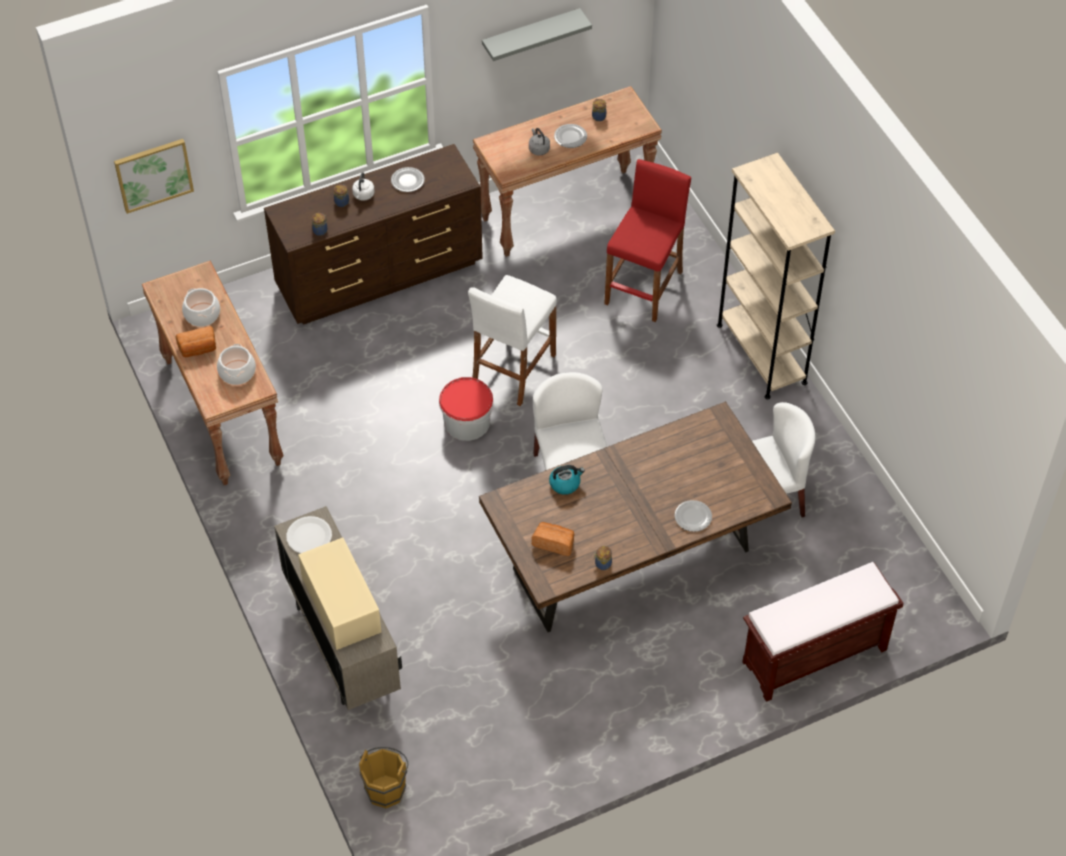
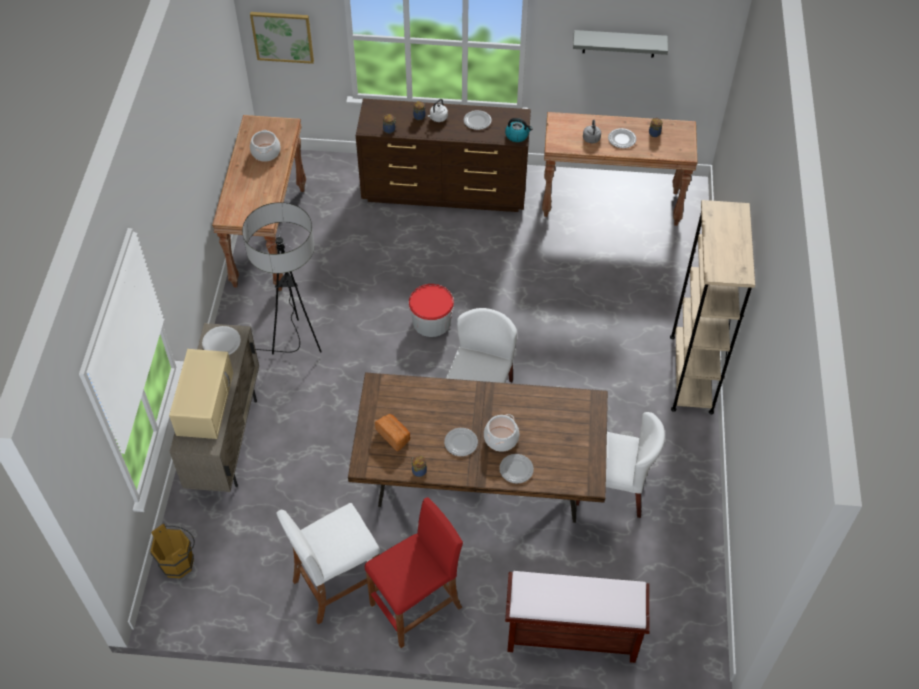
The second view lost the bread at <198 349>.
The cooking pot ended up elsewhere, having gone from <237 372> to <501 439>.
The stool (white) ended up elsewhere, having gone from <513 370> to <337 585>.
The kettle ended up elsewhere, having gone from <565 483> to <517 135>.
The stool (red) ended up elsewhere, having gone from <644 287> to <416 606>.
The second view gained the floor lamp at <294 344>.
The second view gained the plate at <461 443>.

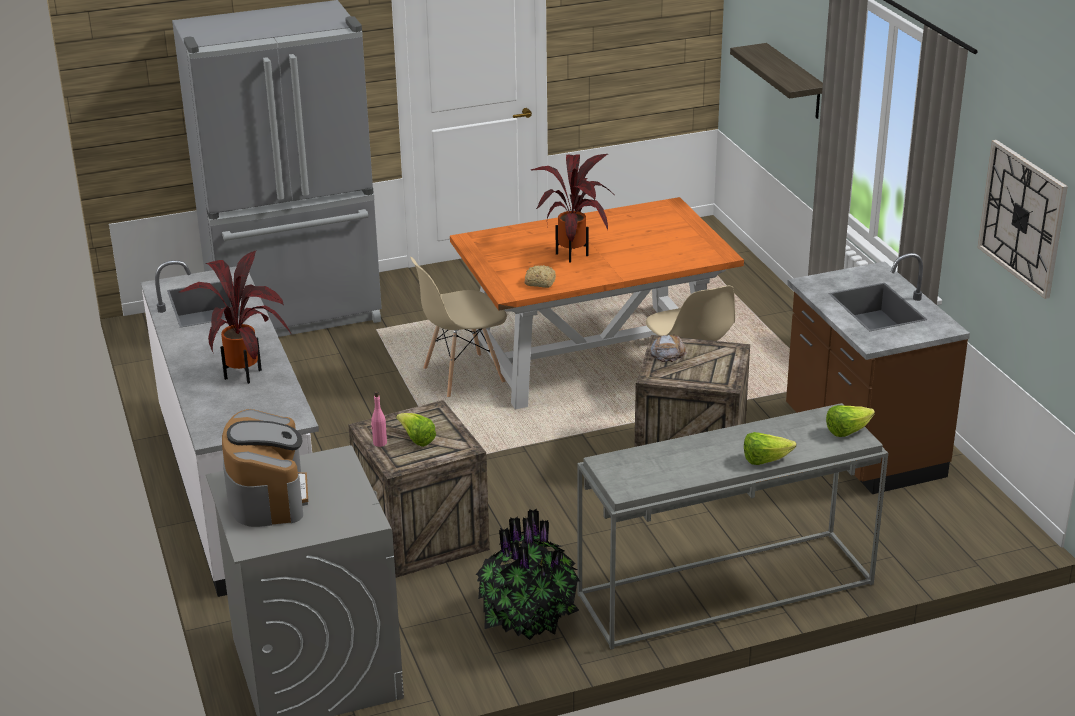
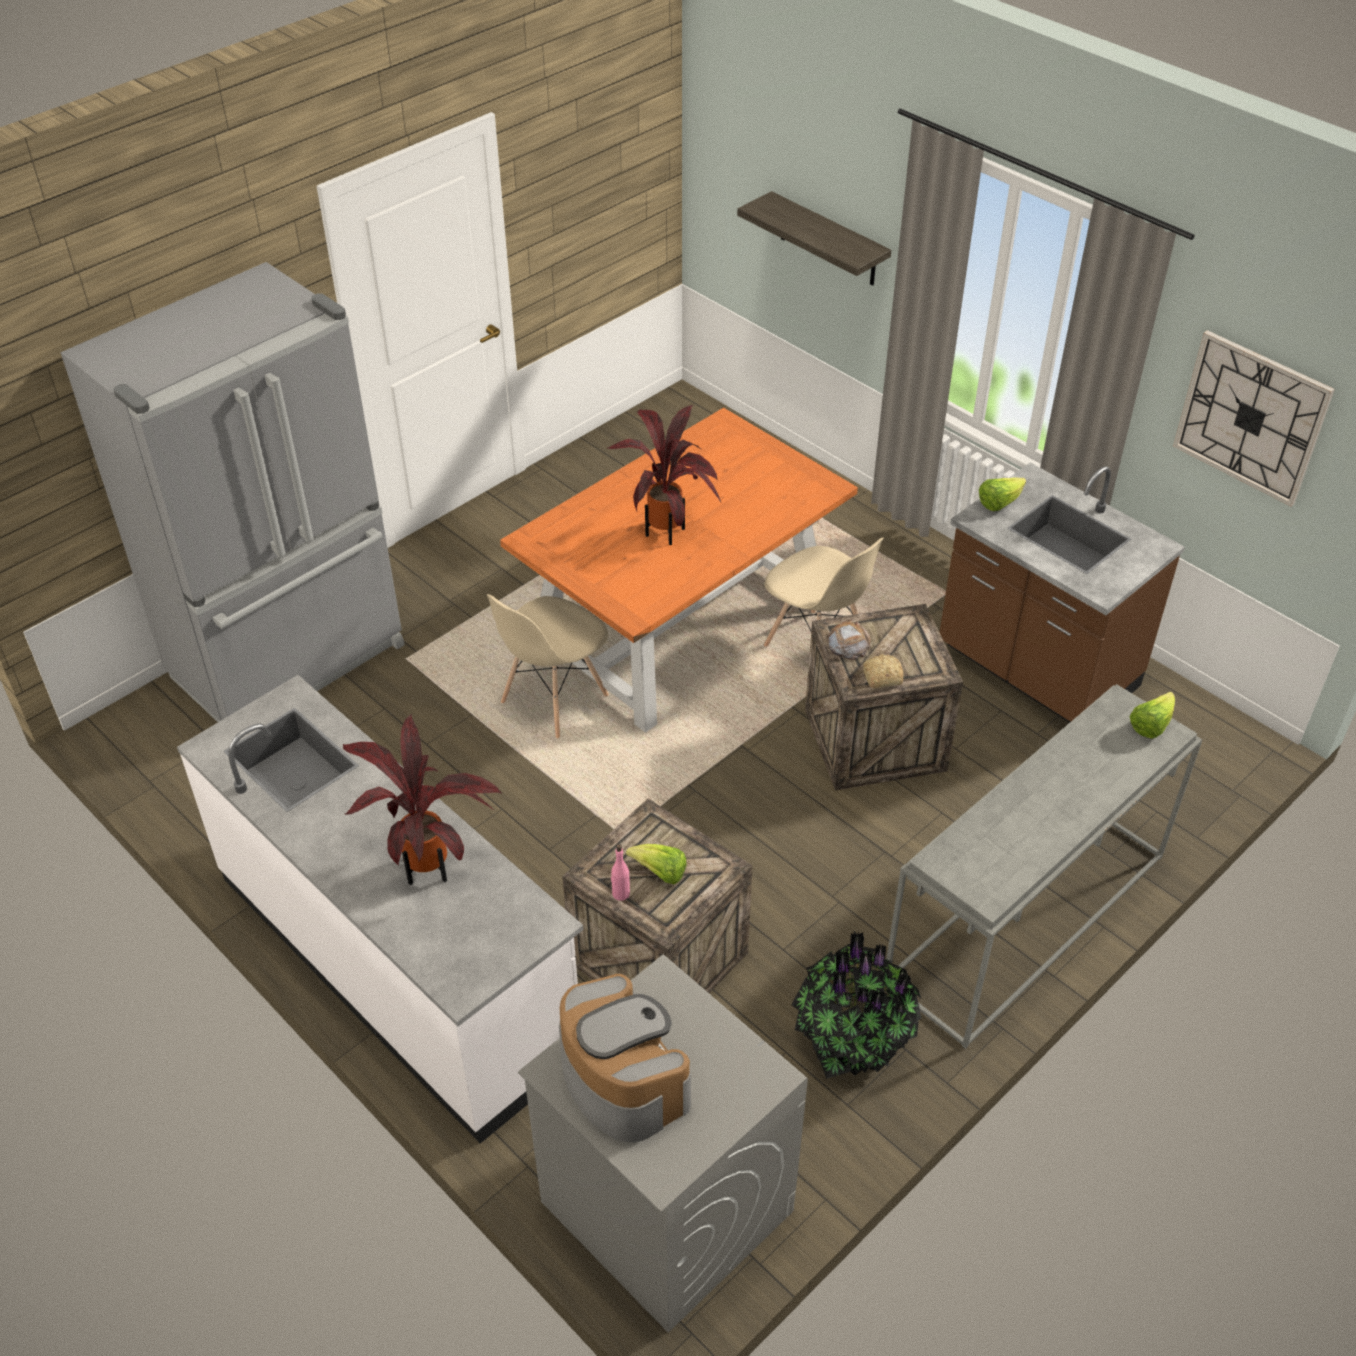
The bread ended up elsewhere, having gone from <539 282> to <881 677>.
The lettuce ended up elsewhere, having gone from <765 460> to <999 503>.

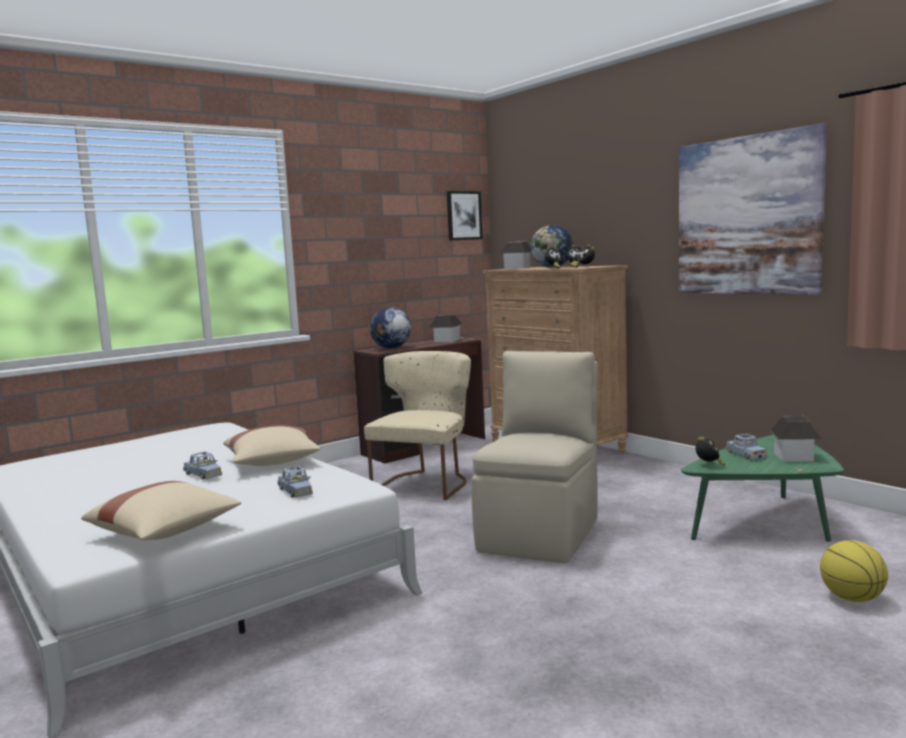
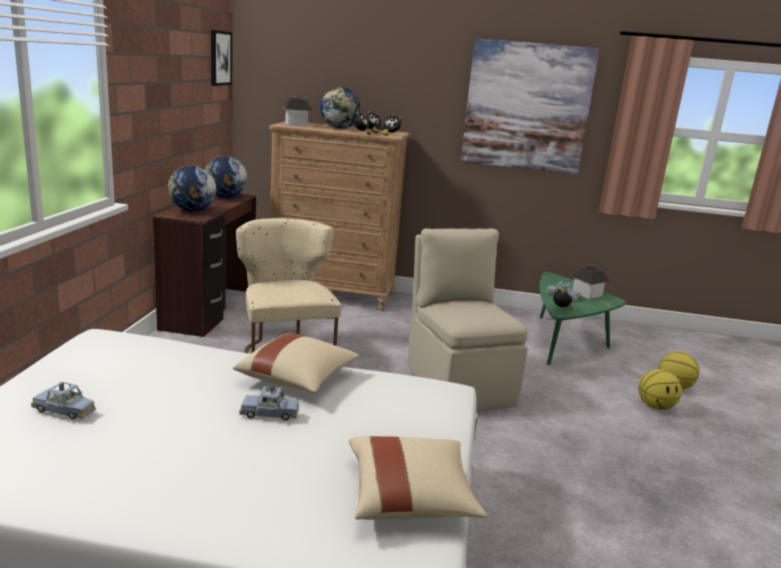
The toy car (blue) ended up elsewhere, having gone from <296 491> to <64 410>.
Where the toy house stood at <446 340>, the globe came to stand at <225 197>.
The second view gained the basketball at <655 407>.

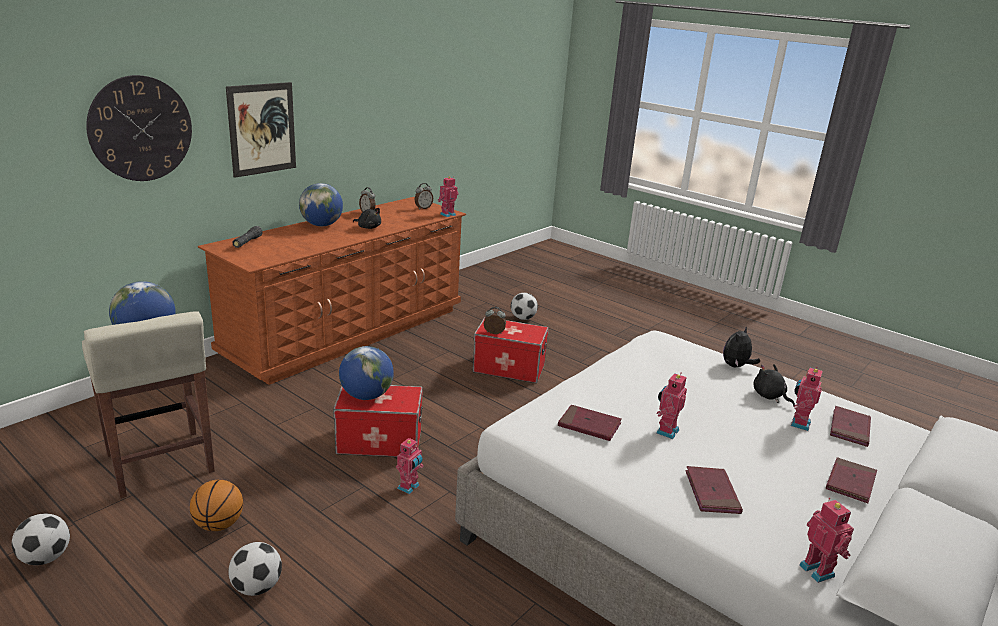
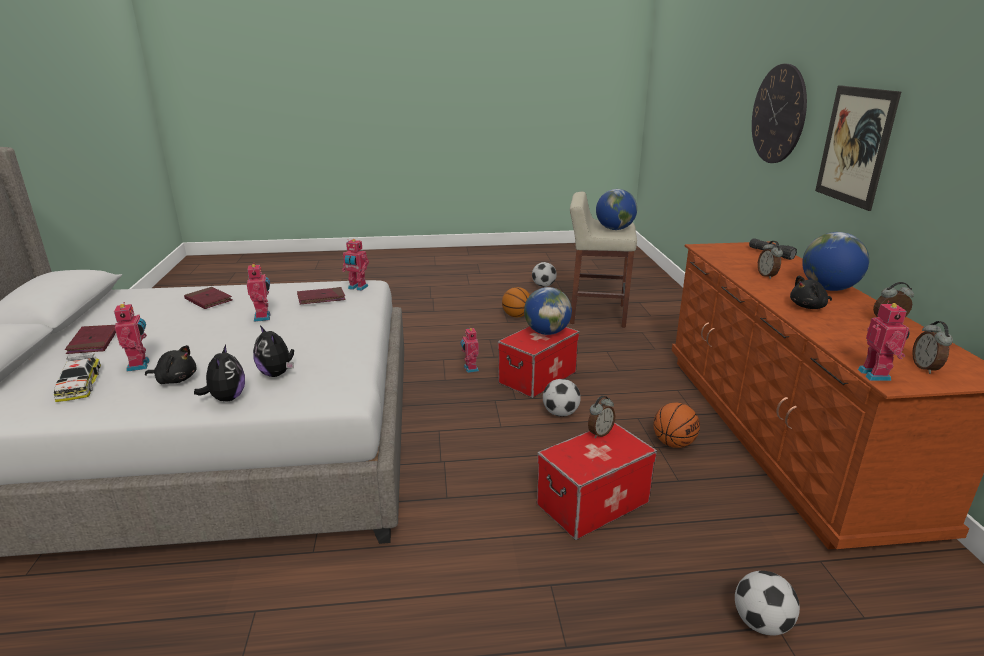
The football ended up elsewhere, having gone from <257 587> to <560 413>.
The toy robot ended up elsewhere, having gone from <818 570> to <357 288>.
Where the book (red) stood at <849 428>, the toy car came to stand at <79 385>.
The second view gained the plush toy at <277 374>.
The second view gained the basketball at <673 443>.
The second view gained the alarm clock at <767 276>.

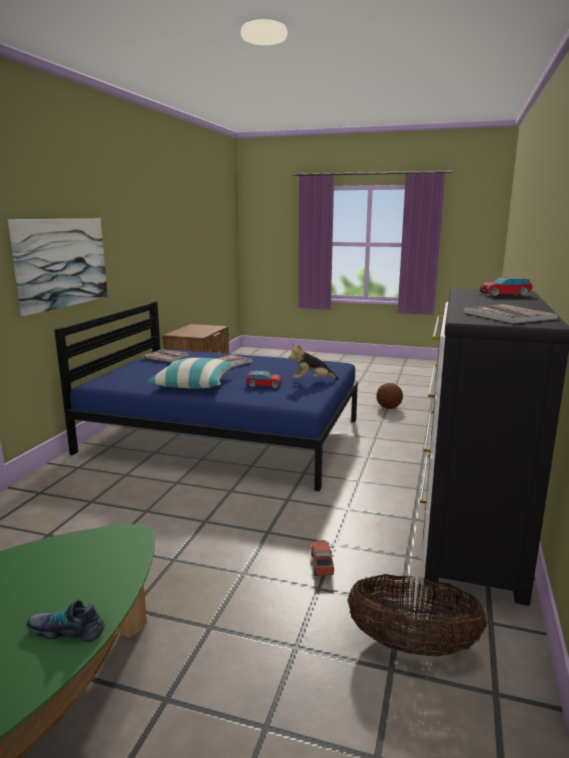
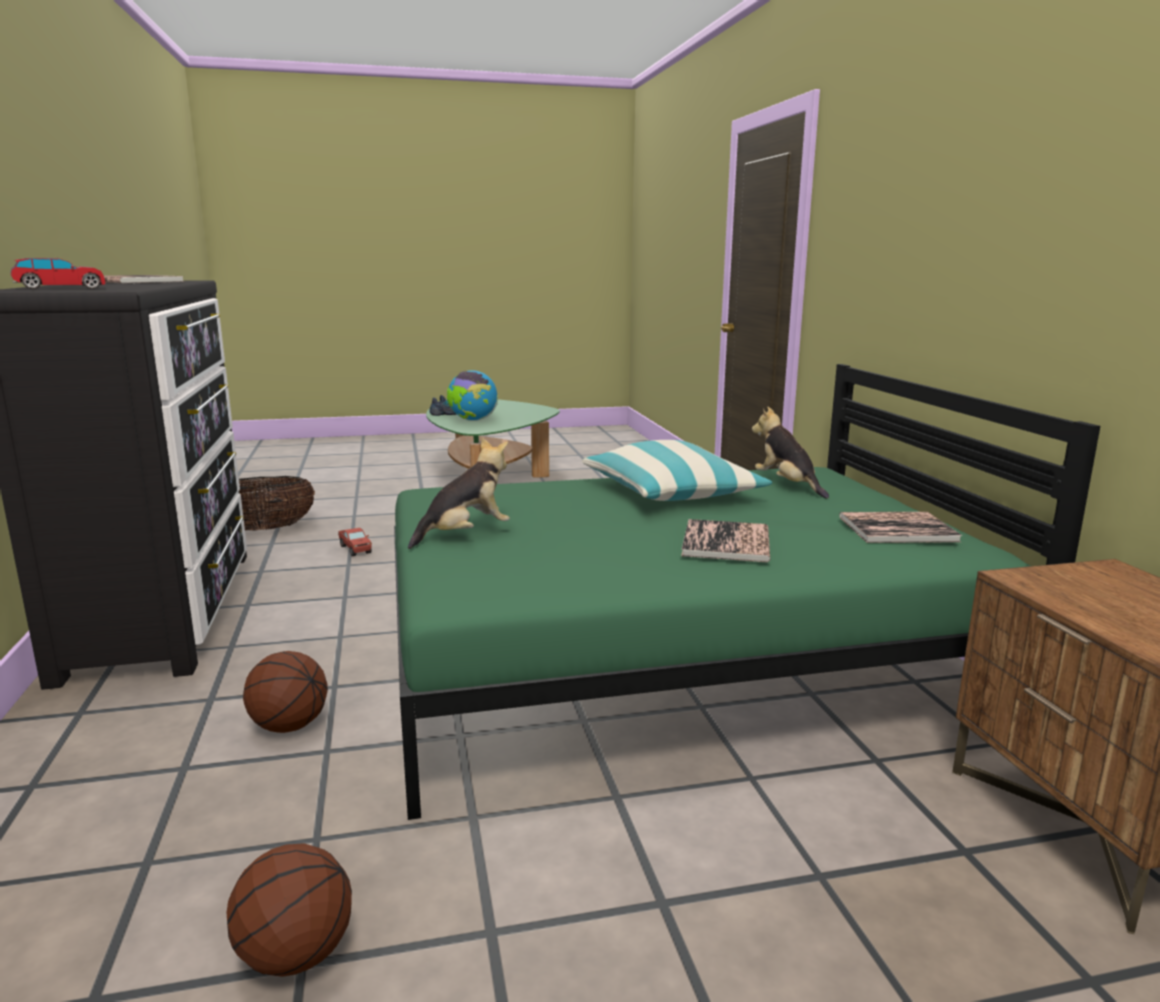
The second view lost the picture at <61 263>.
What was the bed (blue) at <224 435> turned into the bed (green) at <674 661>.
The second view lost the toy car at <263 385>.
The second view gained the basketball at <288 725>.
The second view gained the globe at <473 420>.
The second view gained the plush toy at <787 485>.

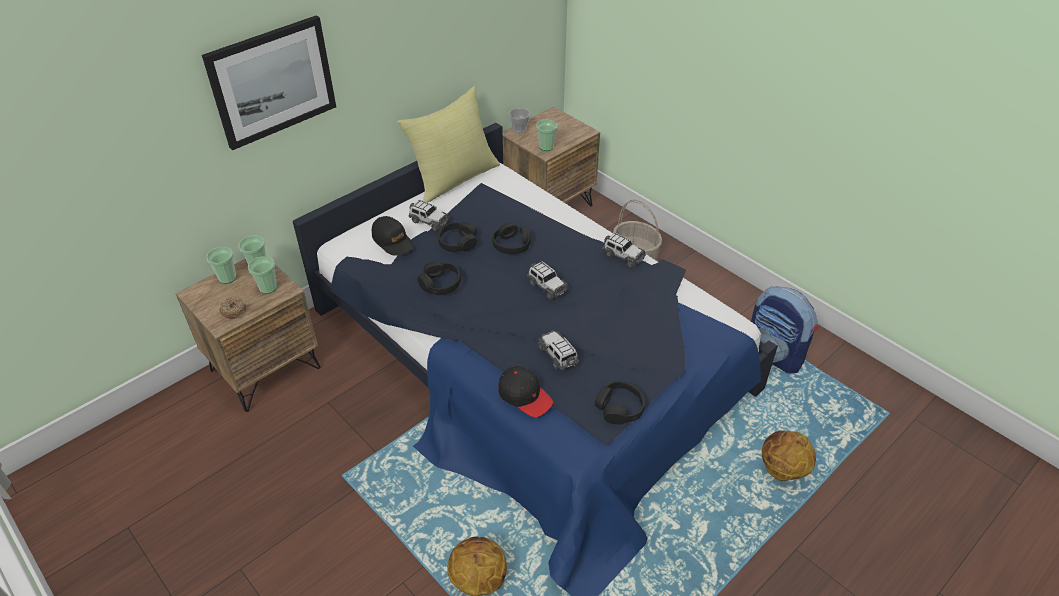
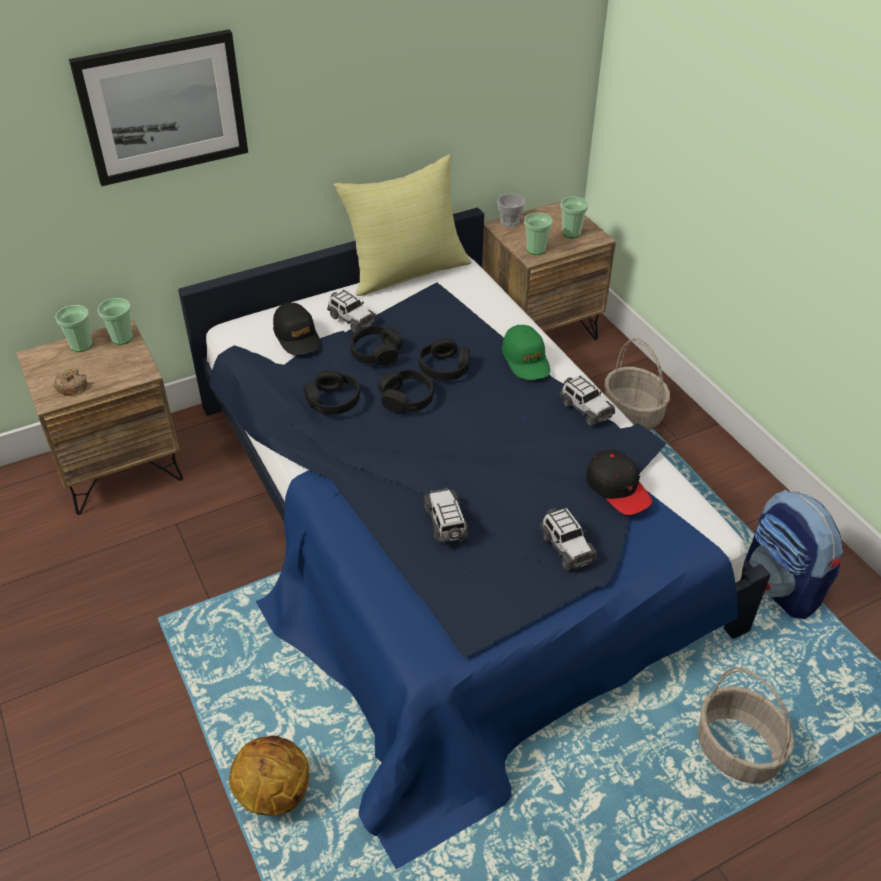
The cup ended up elsewhere, having gone from <268 288> to <571 233>.
The cap (black) ended up elsewhere, having gone from <525 396> to <617 488>.
The toy car ended up elsewhere, having gone from <547 286> to <566 547>.
The headphones (black) ended up elsewhere, having gone from <619 408> to <406 398>.
Where the basketball stood at <782 470>, the basket came to stand at <735 749>.
The second view gained the cap (green) at <526 360>.

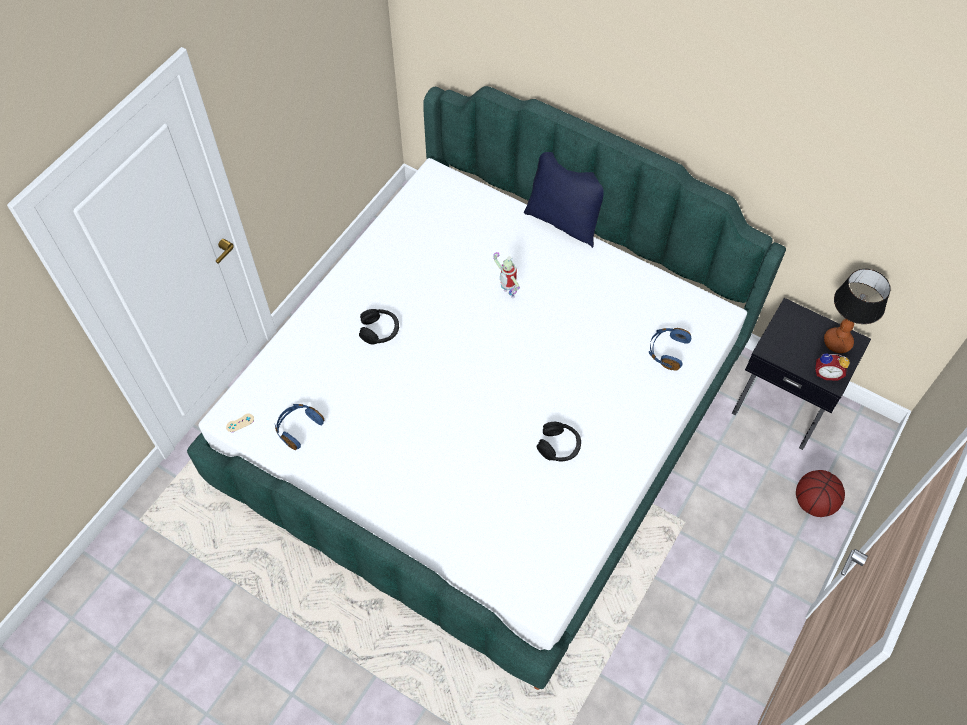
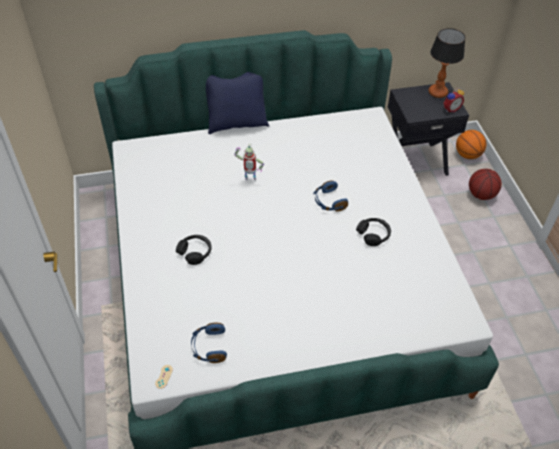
The headphones (blue) ended up elsewhere, having gone from <667 351> to <328 202>.
The second view gained the basketball at <467 155>.

